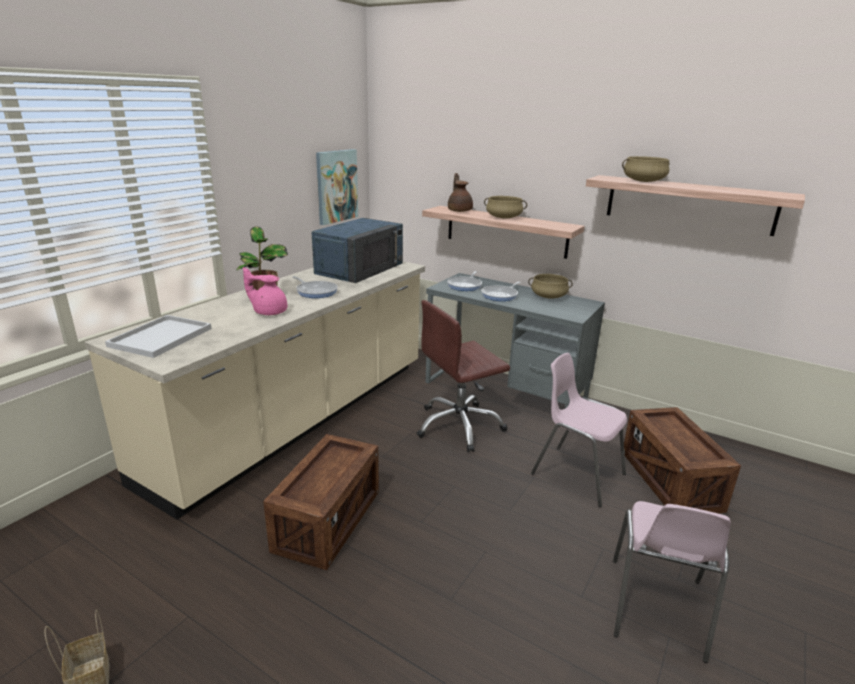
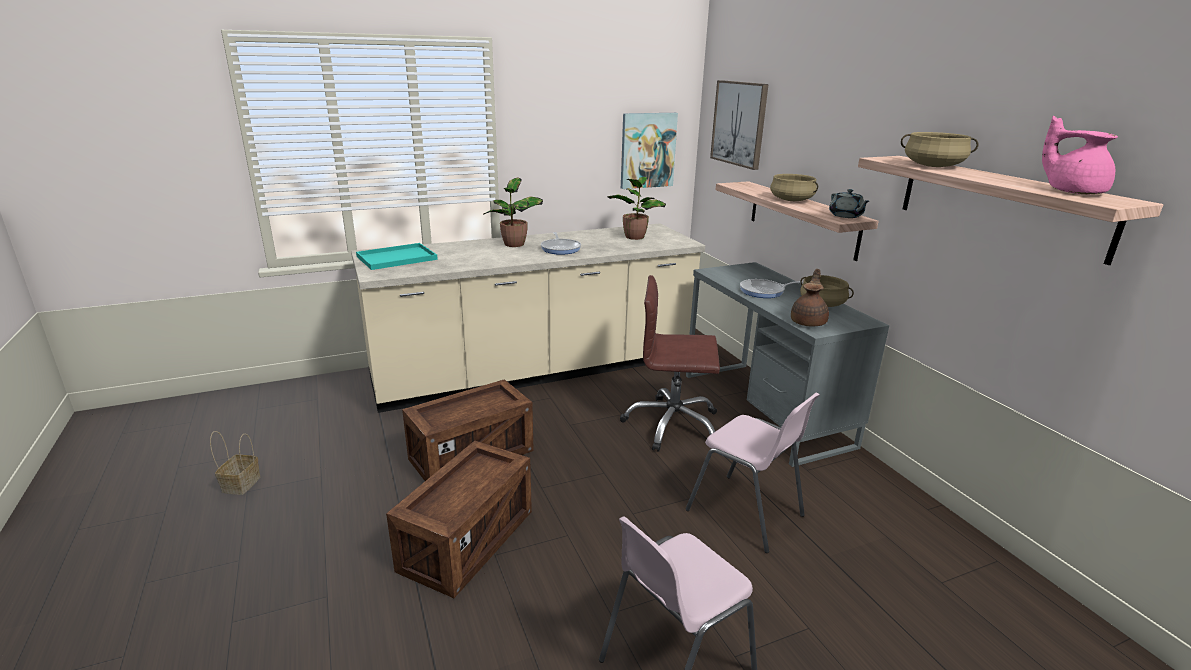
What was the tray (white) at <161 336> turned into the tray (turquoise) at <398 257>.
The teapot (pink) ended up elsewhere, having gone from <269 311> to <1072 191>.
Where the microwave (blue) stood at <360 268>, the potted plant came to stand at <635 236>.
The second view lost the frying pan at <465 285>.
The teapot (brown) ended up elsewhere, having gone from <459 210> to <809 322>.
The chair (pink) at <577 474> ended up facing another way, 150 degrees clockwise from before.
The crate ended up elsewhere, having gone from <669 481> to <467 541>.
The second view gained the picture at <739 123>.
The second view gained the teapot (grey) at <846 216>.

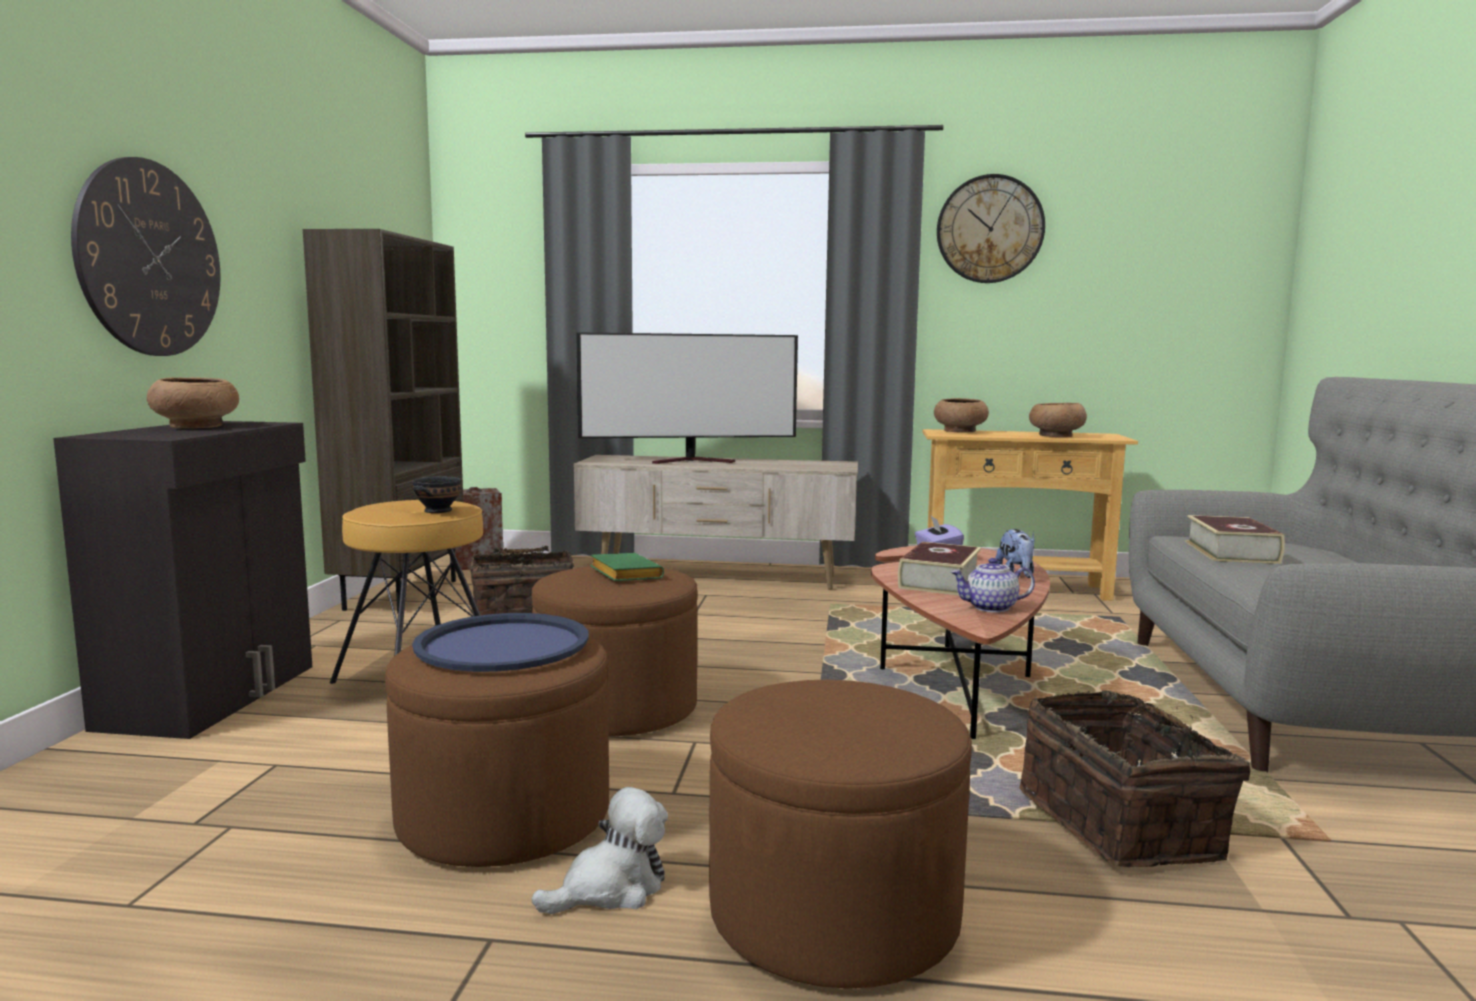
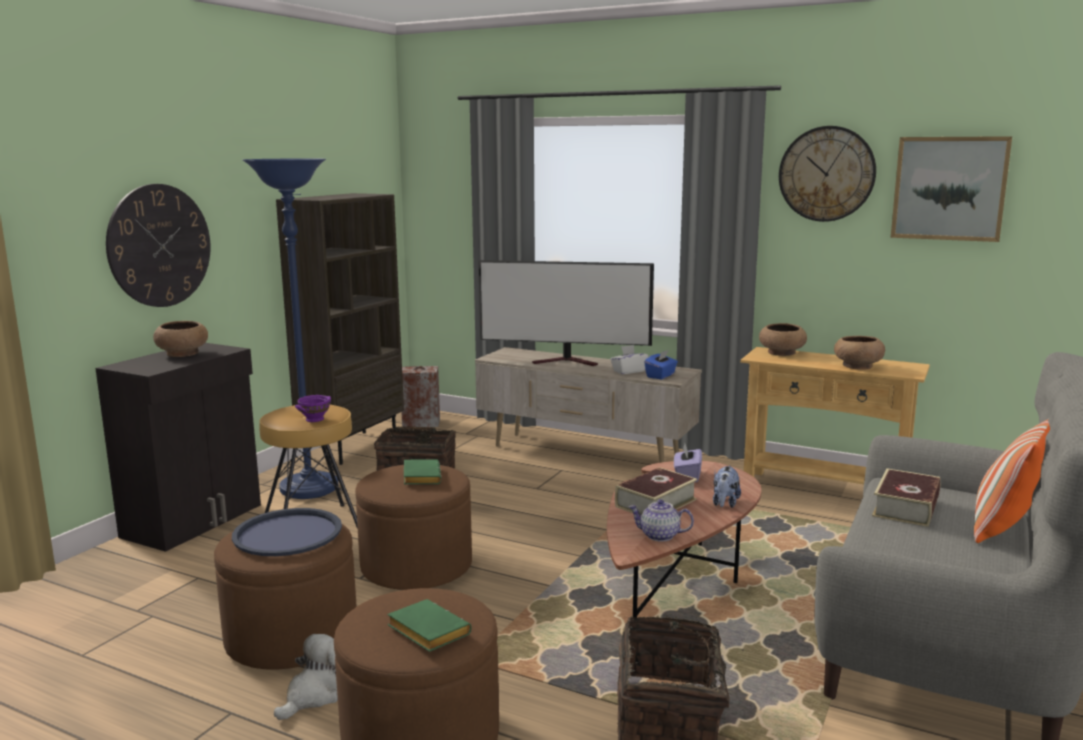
What was the bowl (black) at <436 511> turned into the bowl (purple) at <314 419>.
The plush toy at <611 889> ended up facing another way, 45 degrees counterclockwise from before.
The second view gained the floor lamp (blue) at <309 489>.
The second view gained the book (green) at <425 632>.
The second view gained the tissue box (white) at <628 371>.
The second view gained the tissue box (blue) at <661 376>.
The second view gained the picture at <949 188>.
The second view gained the pillow at <1005 528>.

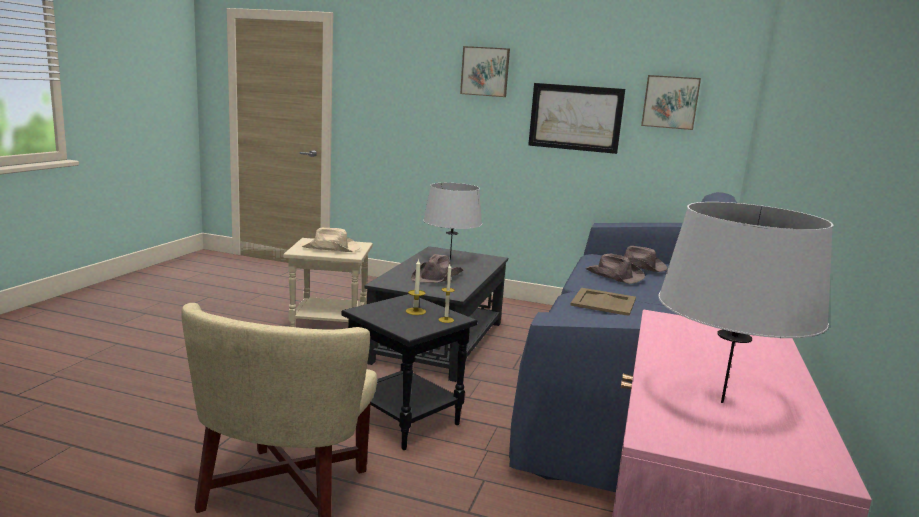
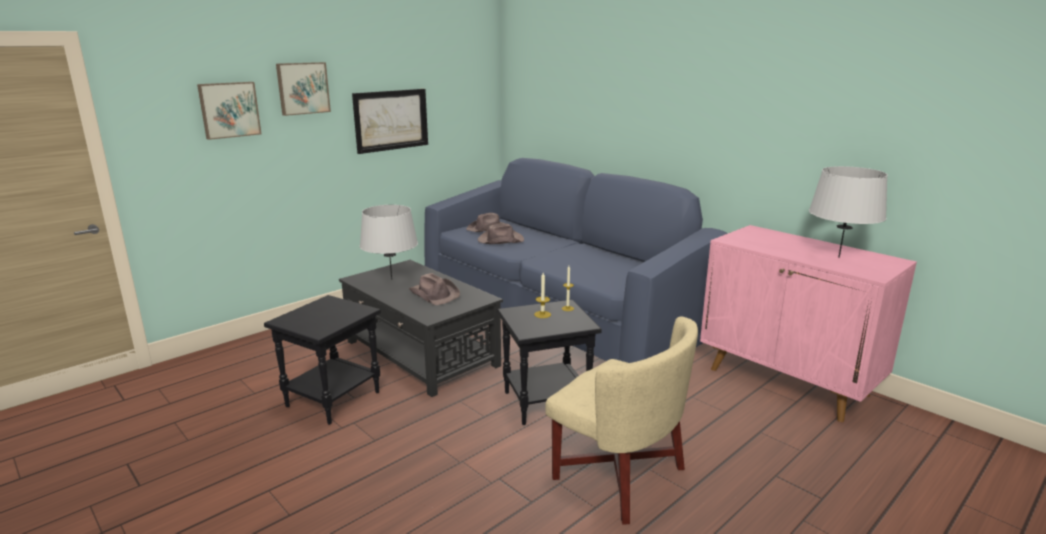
What was the side table (beige) at <330 328> turned into the side table (black) at <333 398>.
The second view lost the hat (beige) at <331 248>.
The second view lost the tray (beige) at <603 302>.
The picture ended up elsewhere, having gone from <670 102> to <229 109>.

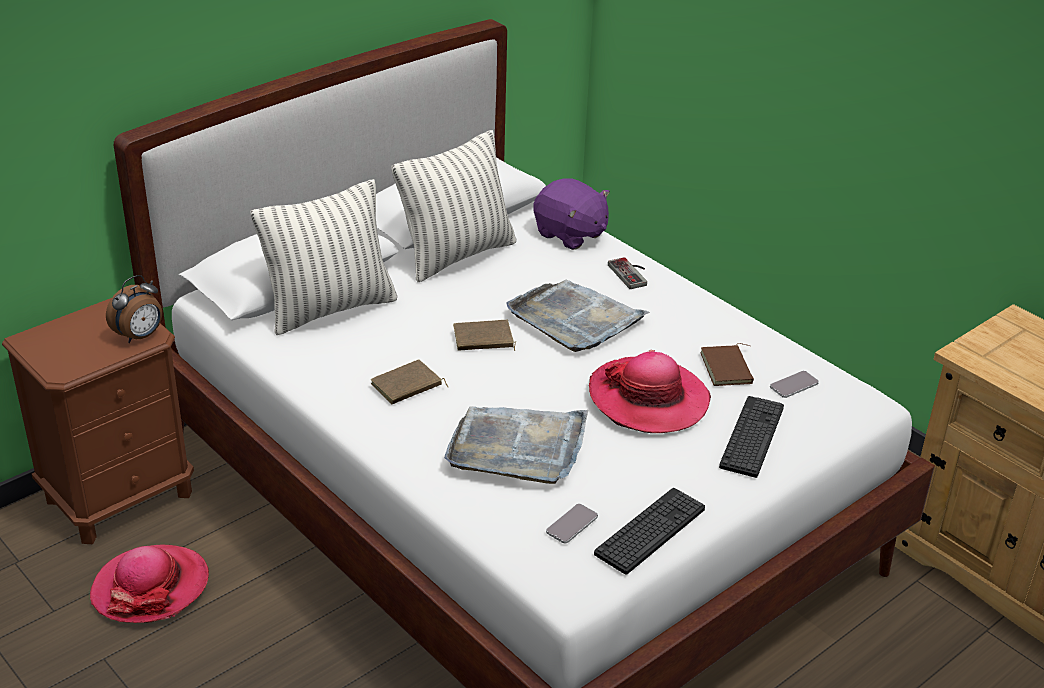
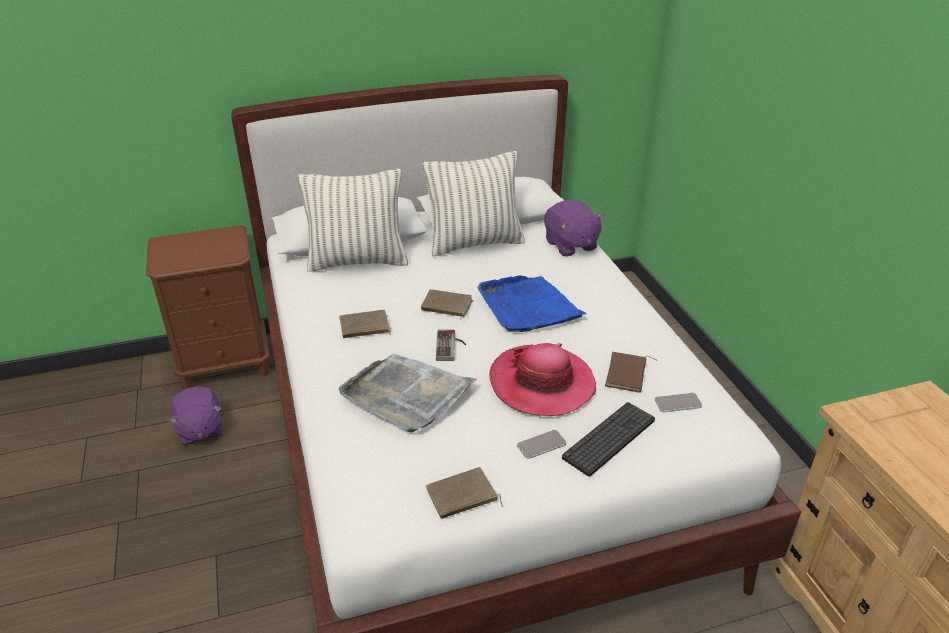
Where the hat stood at <151 587>, the plush toy (purple) came to stand at <200 430>.
The second view lost the alarm clock at <140 336>.
What was the tray (grey) at <575 319> turned into the tray (blue) at <527 307>.
The phone ended up elsewhere, having gone from <572 524> to <541 445>.
Where the keyboard stood at <650 531>, the book (brown) came to stand at <462 497>.
The game controller ended up elsewhere, having gone from <632 274> to <451 346>.

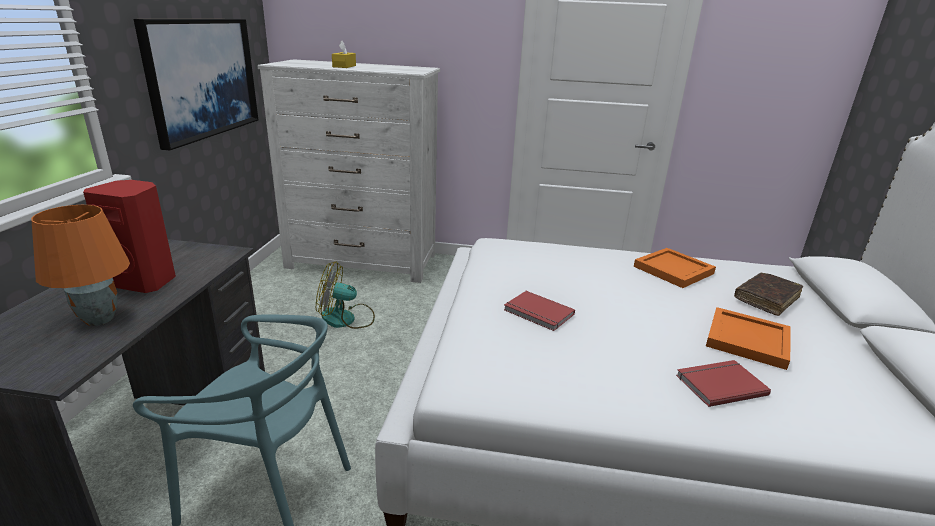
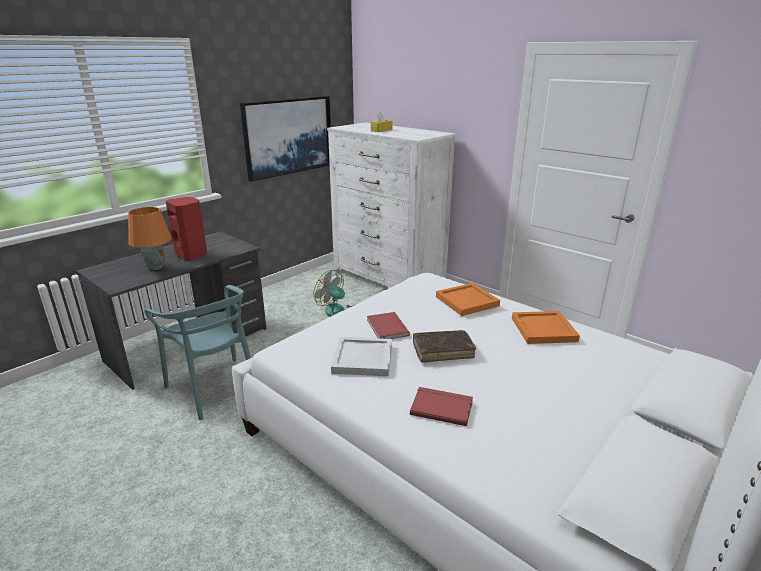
The tray (orange) ended up elsewhere, having gone from <746 340> to <466 301>.
The book (brown) ended up elsewhere, having gone from <766 299> to <443 351>.
The second view gained the tray (white) at <364 358>.

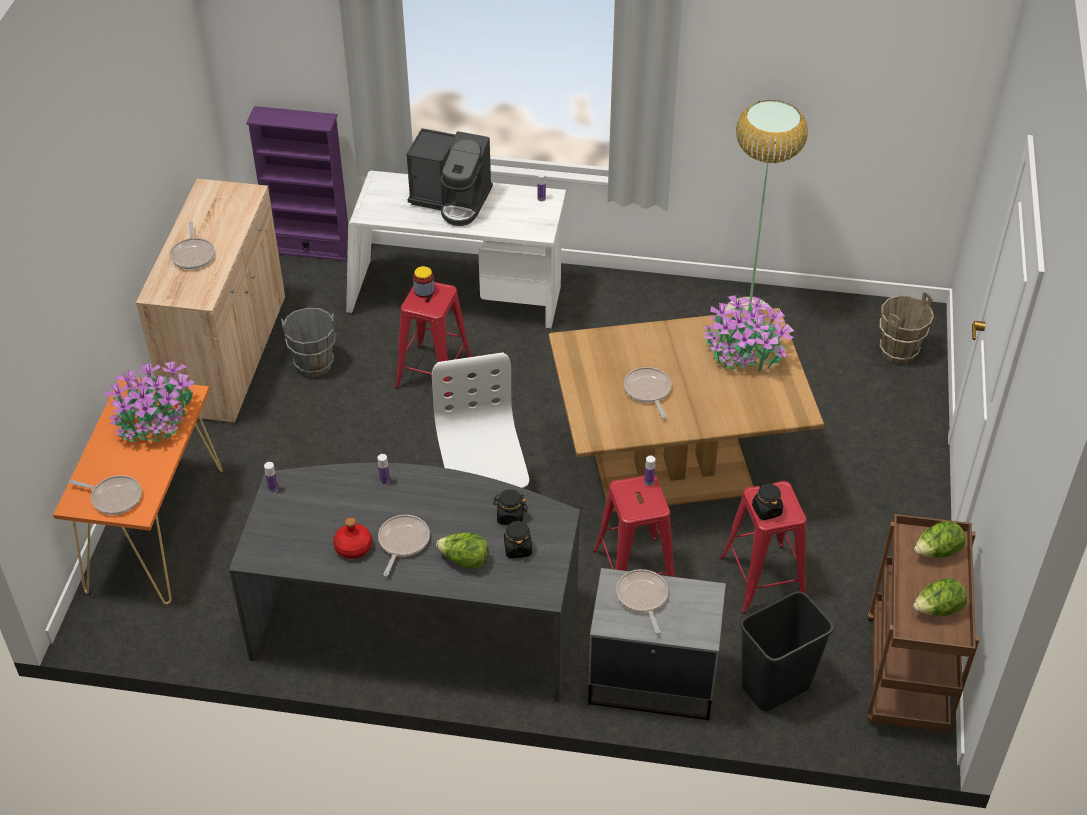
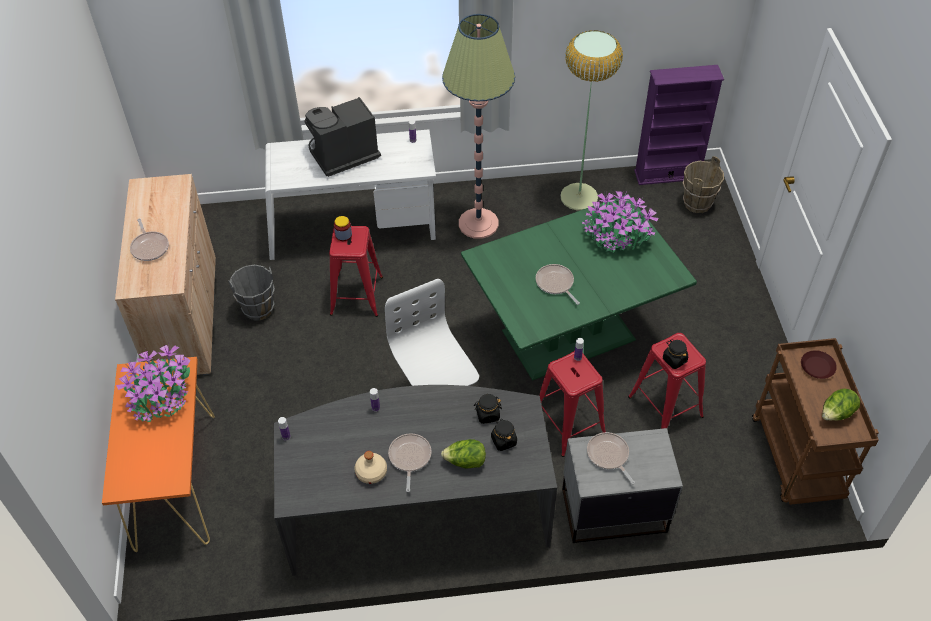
The second view lost the frying pan at <114 497>.
The bookcase (purple) ended up elsewhere, having gone from <309 248> to <667 175>.
What was the bottle (red) at <353 548> turned into the bottle (beige) at <371 473>.
The coffee machine at <452 200> ended up facing another way, 150 degrees clockwise from before.
What was the dining table (brown) at <674 473> turned into the dining table (green) at <569 336>.
The second view lost the trash can (black) at <775 687>.
Where the lettuce stood at <937 552>, the plate (brown) came to stand at <817 367>.
The second view gained the floor lamp at <478 224>.

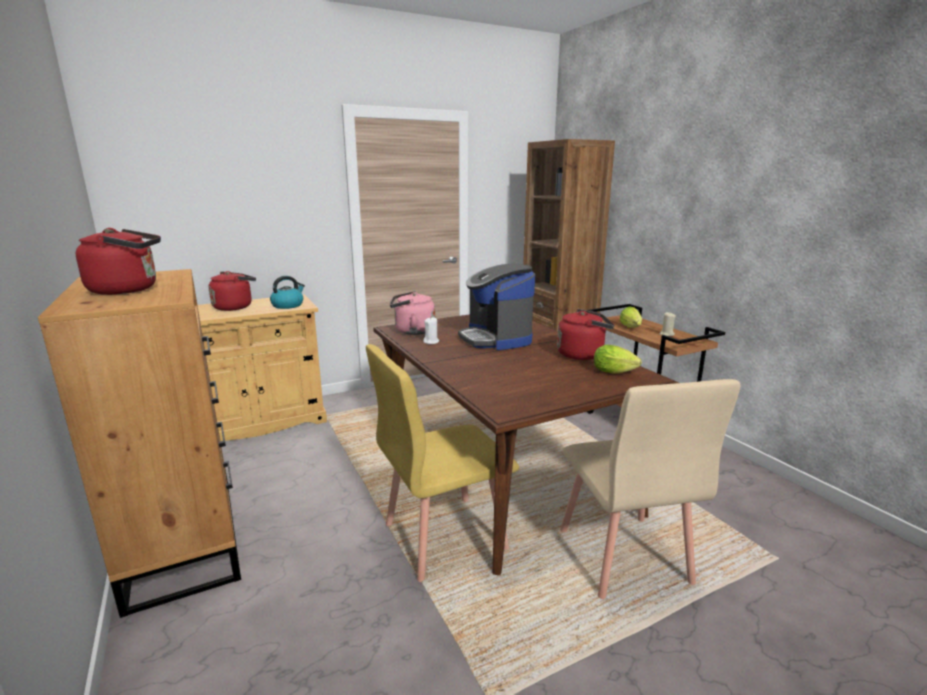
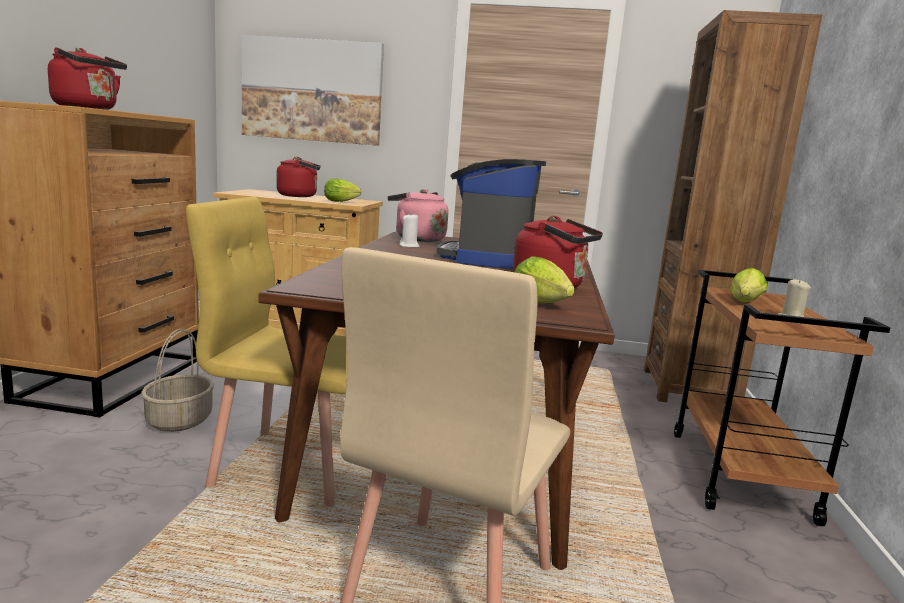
Where the kettle stood at <288 305>, the lettuce came to stand at <342 202>.
The second view gained the basket at <179 420>.
The second view gained the picture at <312 91>.

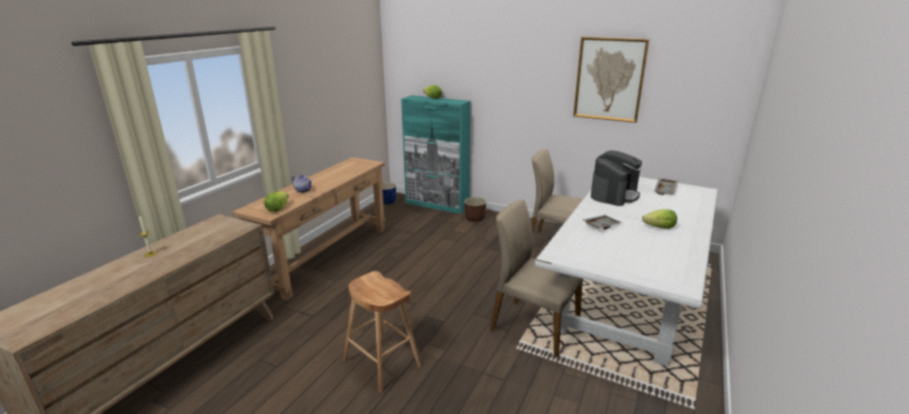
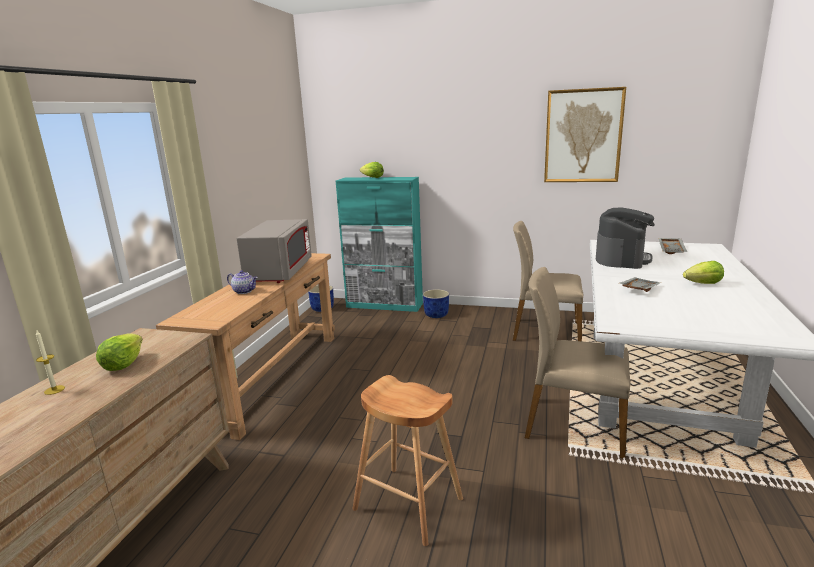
The lettuce ended up elsewhere, having gone from <277 209> to <123 365>.
What was the planter (brown) at <475 218> turned into the planter (blue) at <436 315>.
The second view gained the microwave (grey) at <280 272>.

